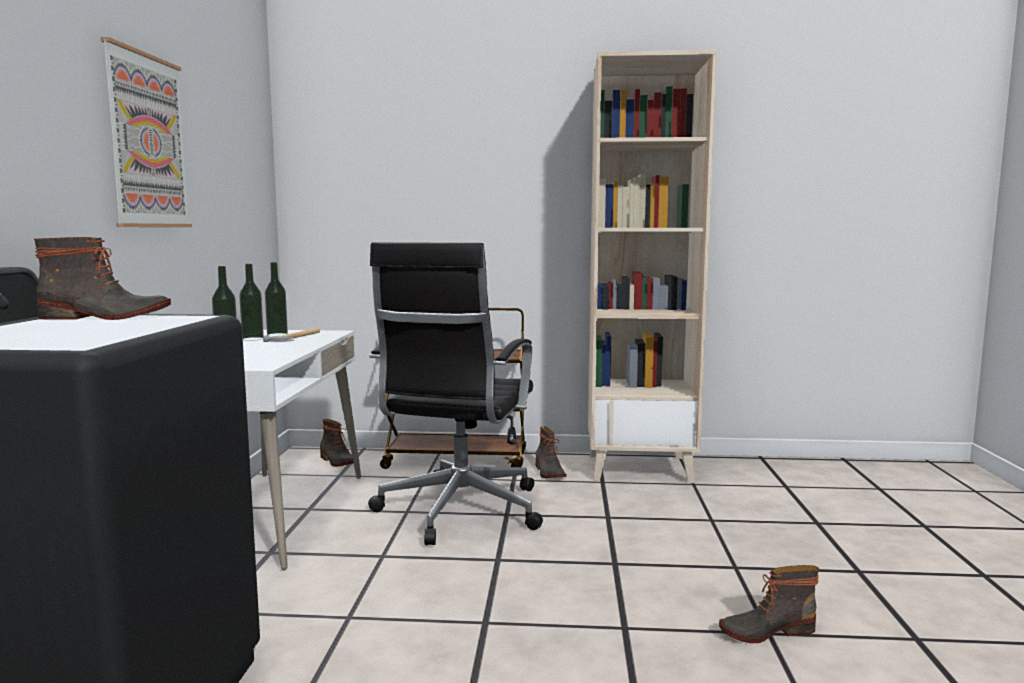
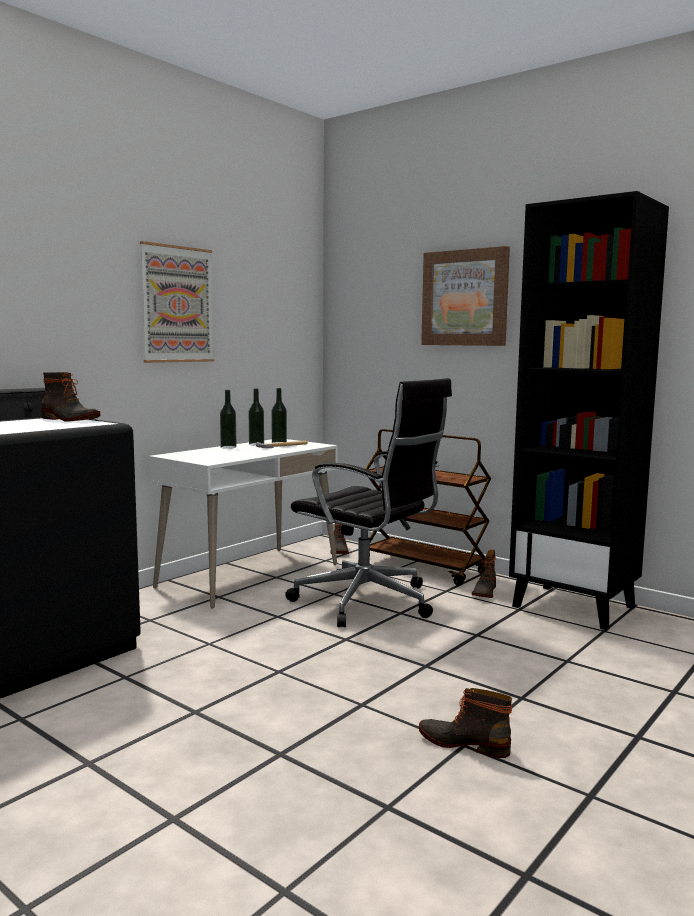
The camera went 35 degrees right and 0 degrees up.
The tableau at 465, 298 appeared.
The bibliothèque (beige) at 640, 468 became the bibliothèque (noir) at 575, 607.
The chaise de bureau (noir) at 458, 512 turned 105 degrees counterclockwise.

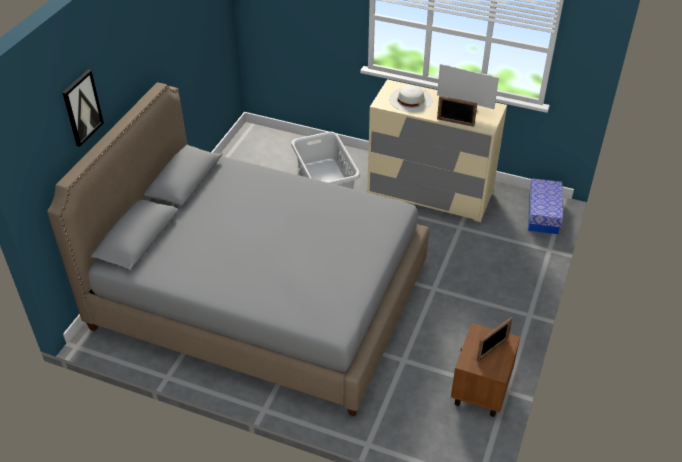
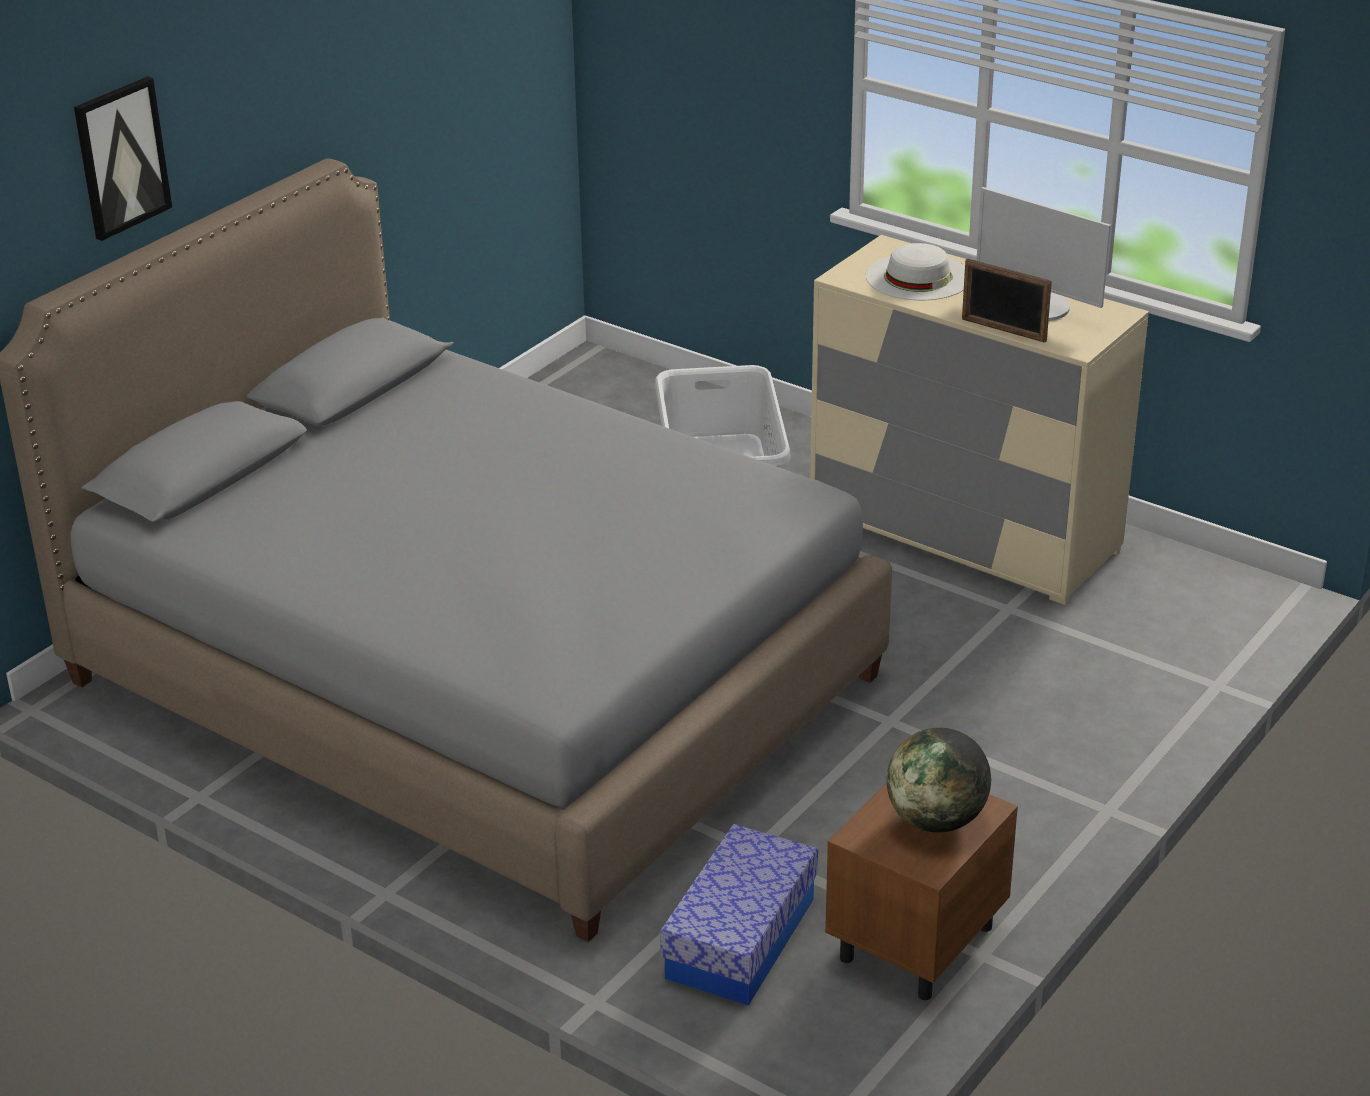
The camera went 15 degrees right and 10 degrees down.
The boîte de rangement moved from 543, 214 to 740, 938.
The cadre photo at 492, 349 was replaced by the globe at 936, 820.

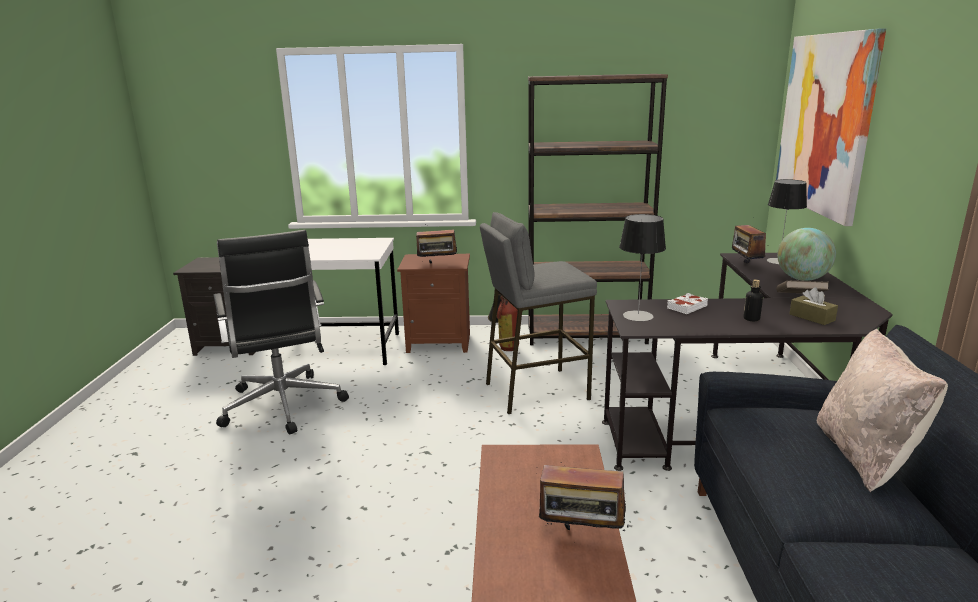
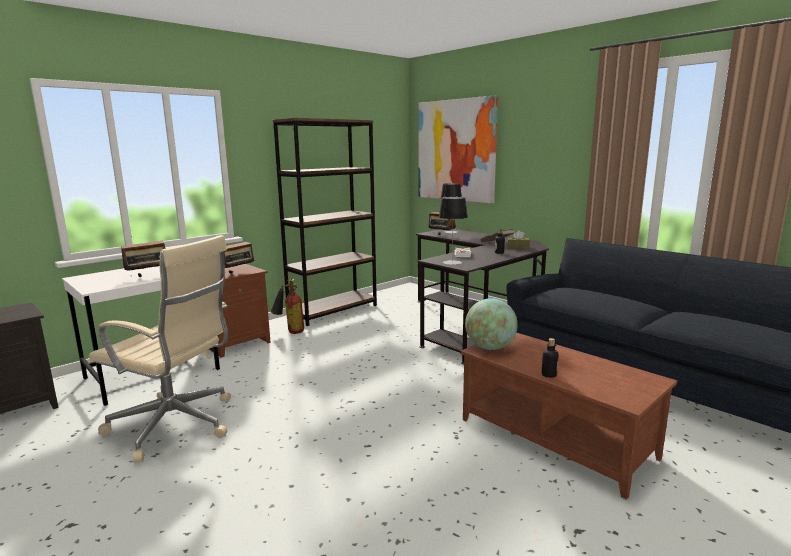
The camera went 45 degrees left and 5 degrees down.
The tabouret (gris) at 536, 391 disappeared.
The coussin (beige) at 865, 456 disappeared.
The bouteille at 549, 375 appeared.
The radio moved from 581, 535 to 148, 277.
The globe moved from 802, 279 to 490, 348.
The chaise de bureau (noir) at 283, 407 became the chaise de bureau (beige) at 176, 426.

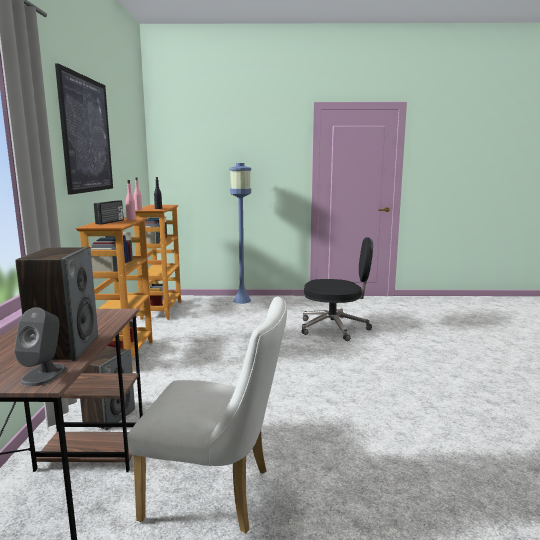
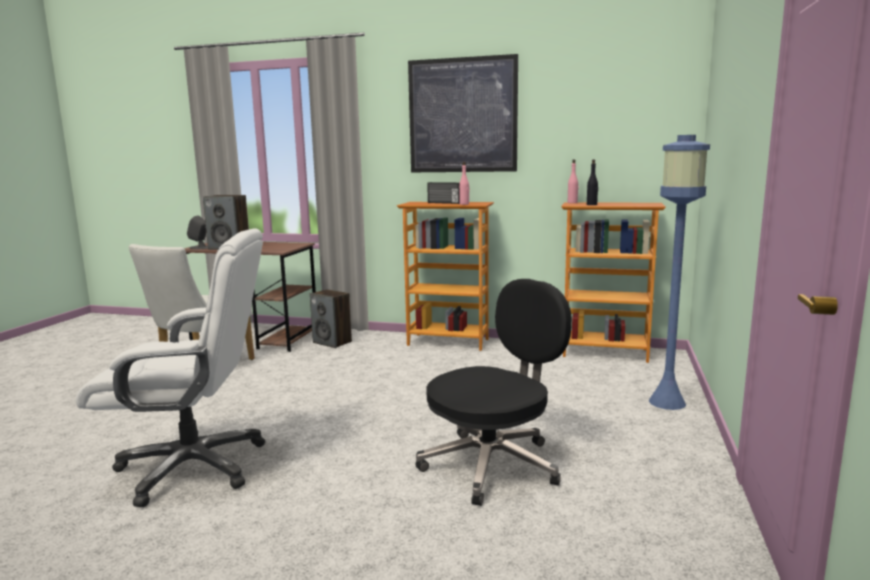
The camera went 105 degrees right and 0 degrees up.
The chaise de bureau (blanc) at 194, 466 appeared.
The chaise de bureau (noir) at 335, 328 turned 150 degrees counterclockwise.

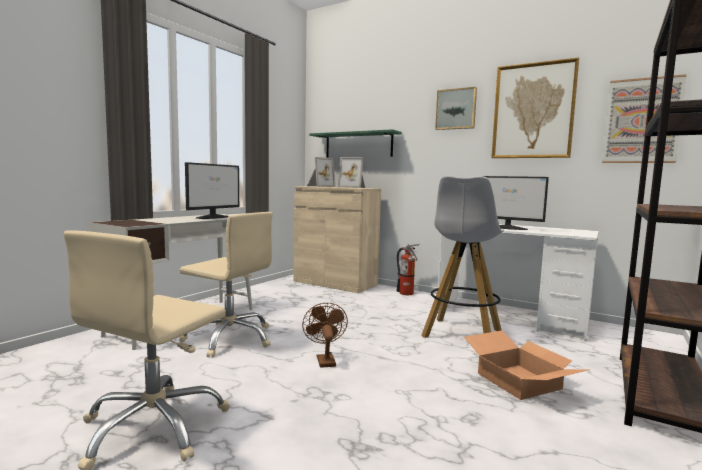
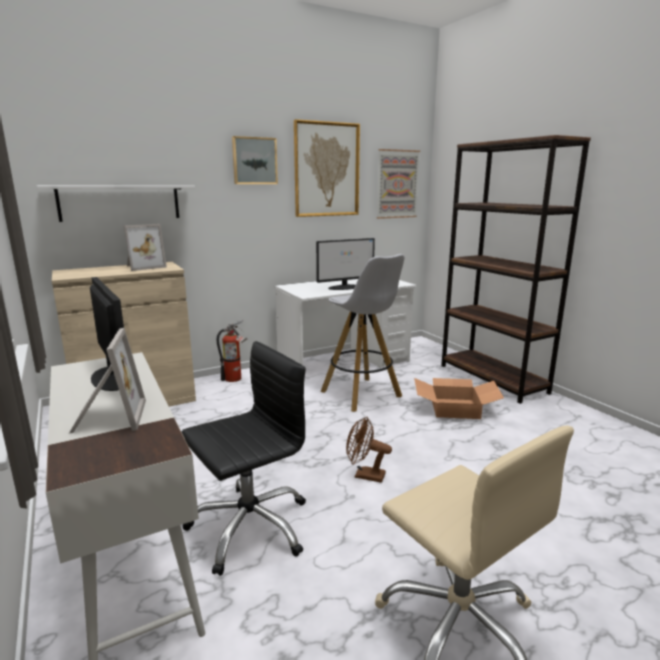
The camera went 60 degrees left and 10 degrees up.
The cadre photo moved from 319, 186 to 107, 417.
The chaise de bureau (beige) at 230, 338 became the chaise de bureau (noir) at 249, 526.
The étagère (vert) at 358, 145 became the étagère (blanc) at 120, 202.

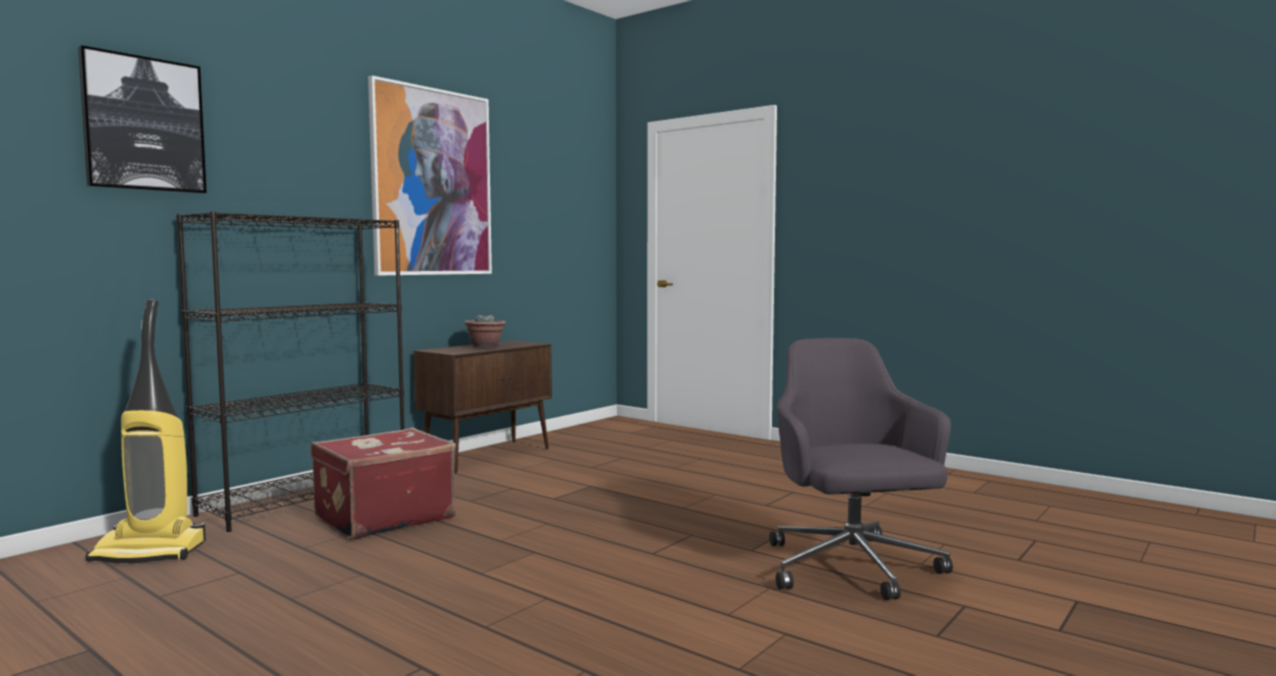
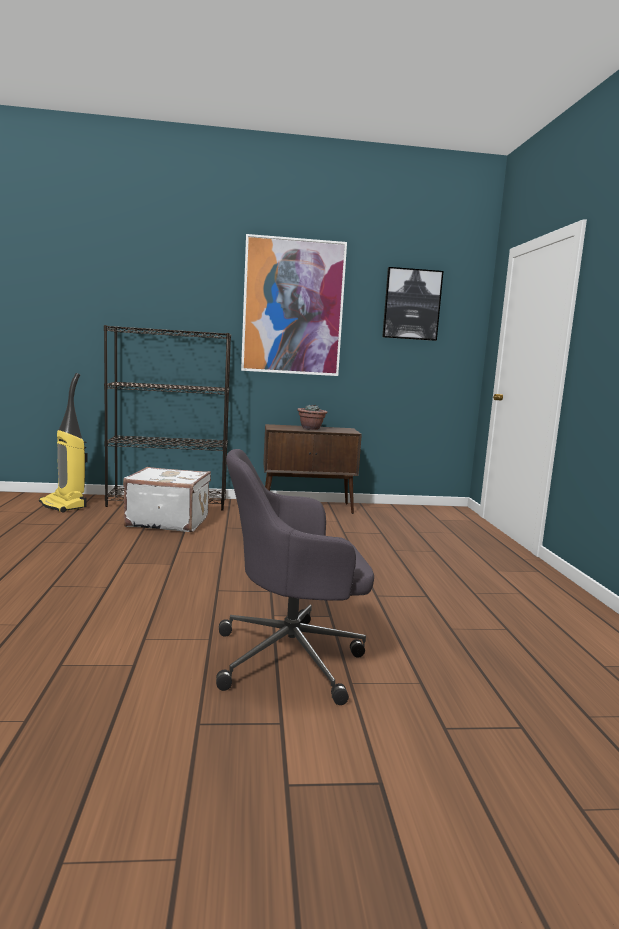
The camera went 45 degrees right and 5 degrees up.
The tableau moved from 144, 124 to 412, 304.
The valise (rouge) at 383, 518 became the valise (blanc) at 168, 521.
The chaise de bureau (gris) at 852, 568 turned 135 degrees counterclockwise.

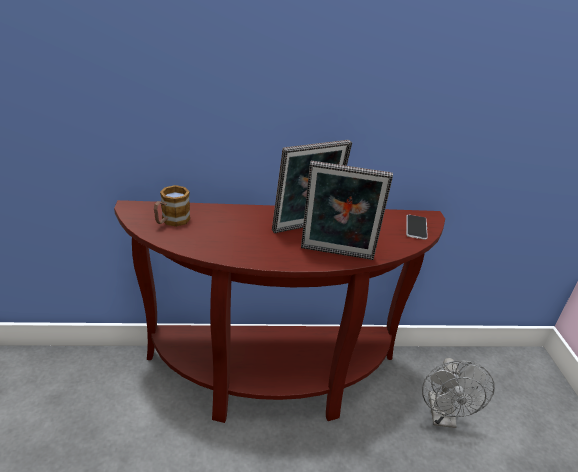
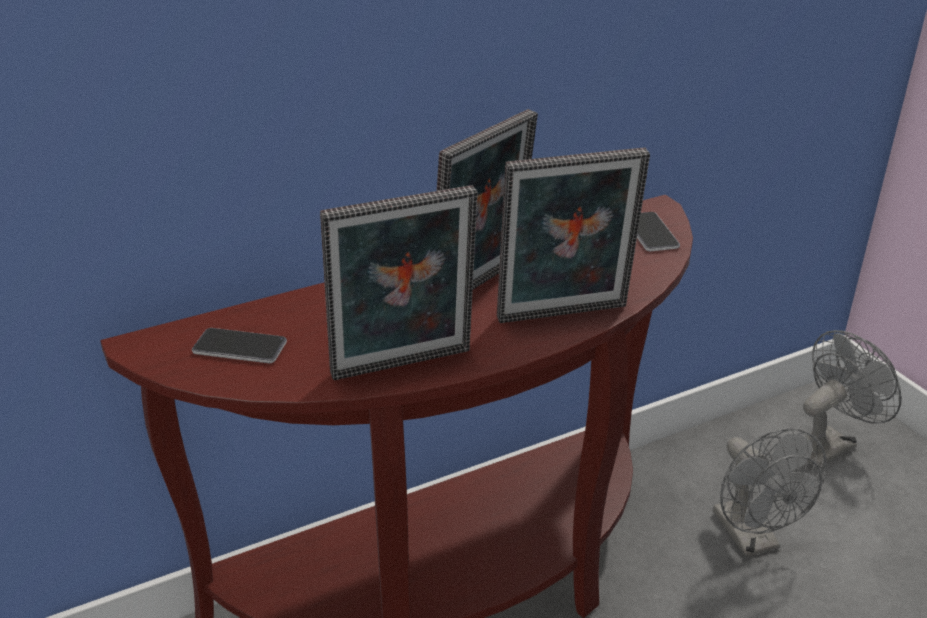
The camera went 20 degrees left and 0 degrees up.
The cadre photo at 403, 367 appeared.
The ventilateur (gris) at 828, 445 appeared.
The mug at 171, 221 was replaced by the téléphone at 240, 347.

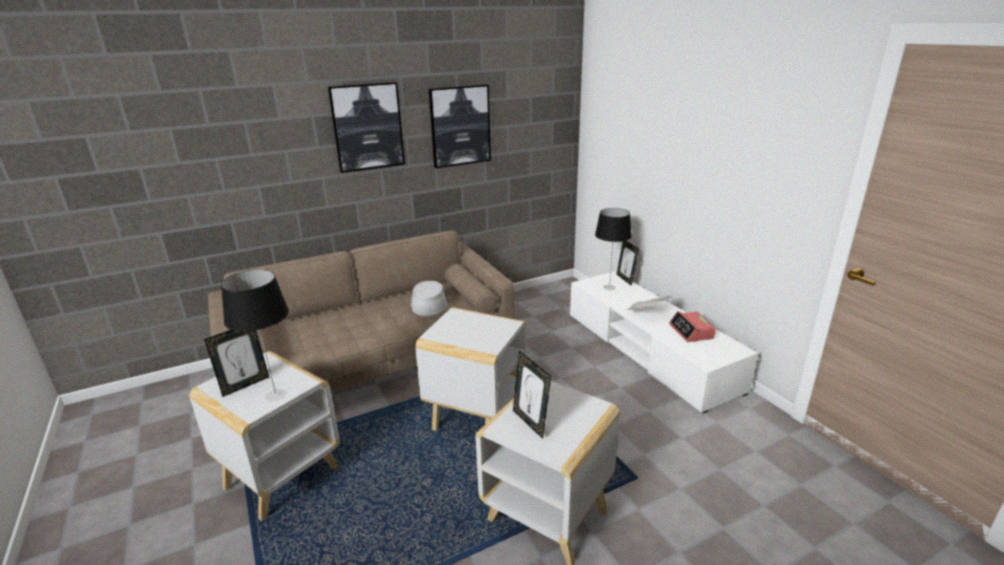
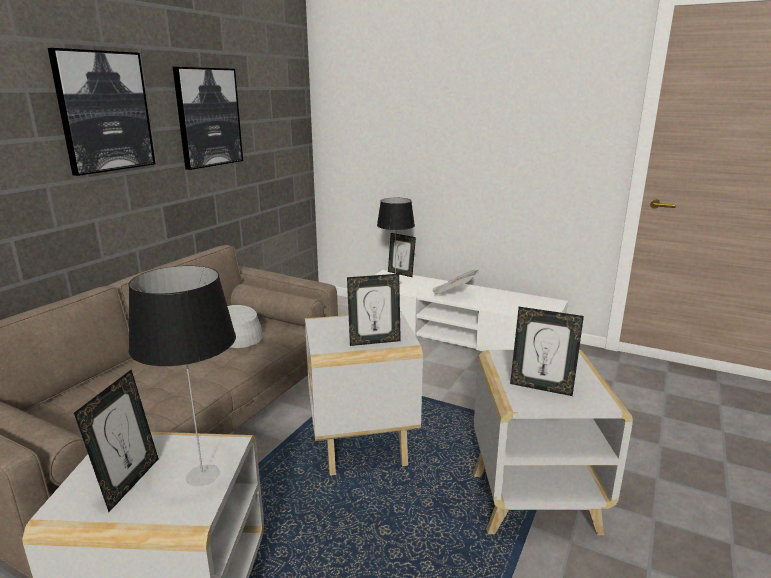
The camera went 35 degrees left and 5 degrees down.
The réveil at 691, 332 disappeared.
The cadre photo at 374, 341 appeared.

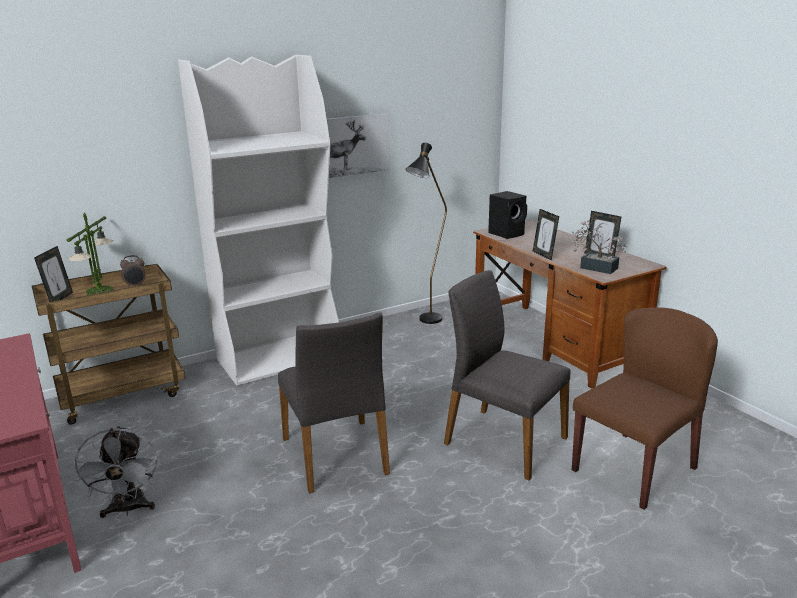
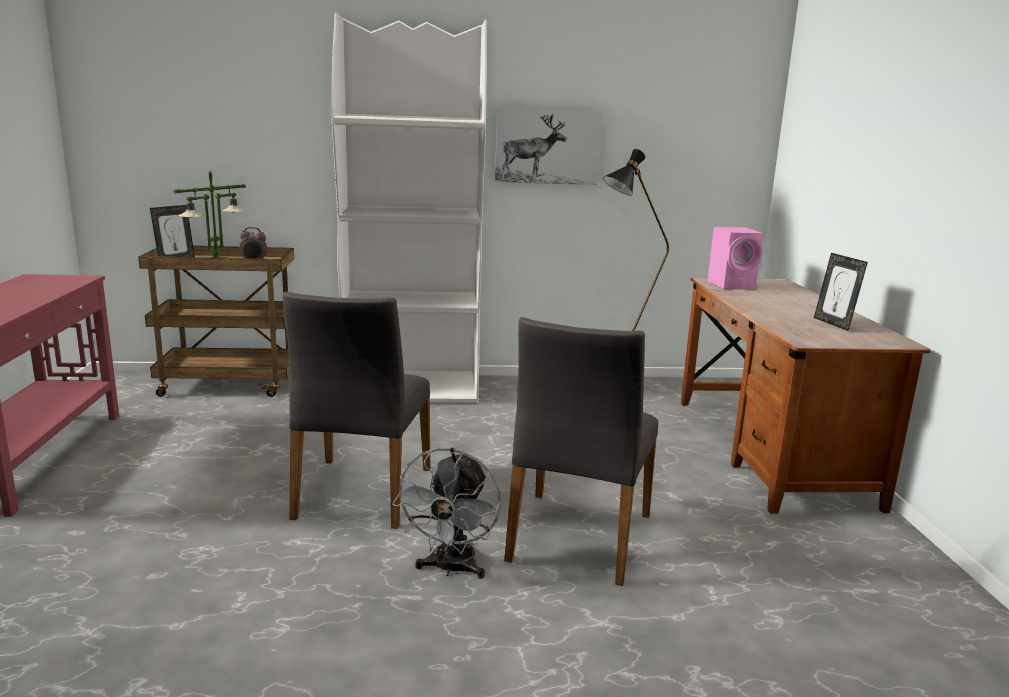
The camera went 25 degrees right and 5 degrees down.
The cadre photo at 544, 255 disappeared.
The plante en pot at 595, 267 disappeared.
The chaise (marron) at 634, 468 disappeared.
The ventilateur (gris) moved from 128, 509 to 450, 569.
The enceinte (noir) at 507, 233 became the enceinte (rose) at 732, 285.
The chaise (gris) at 503, 440 turned 135 degrees counterclockwise.

